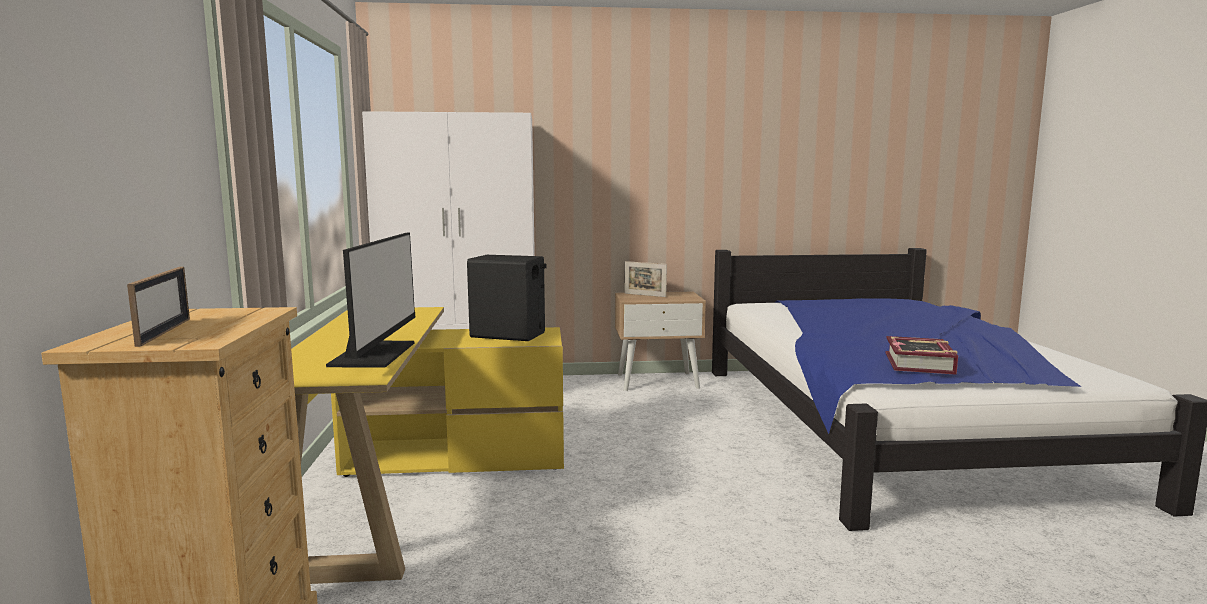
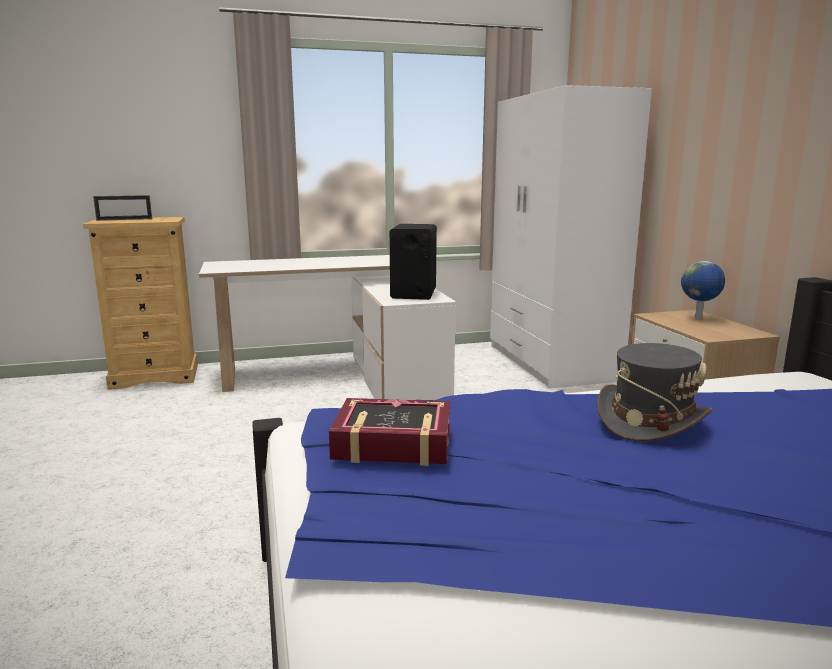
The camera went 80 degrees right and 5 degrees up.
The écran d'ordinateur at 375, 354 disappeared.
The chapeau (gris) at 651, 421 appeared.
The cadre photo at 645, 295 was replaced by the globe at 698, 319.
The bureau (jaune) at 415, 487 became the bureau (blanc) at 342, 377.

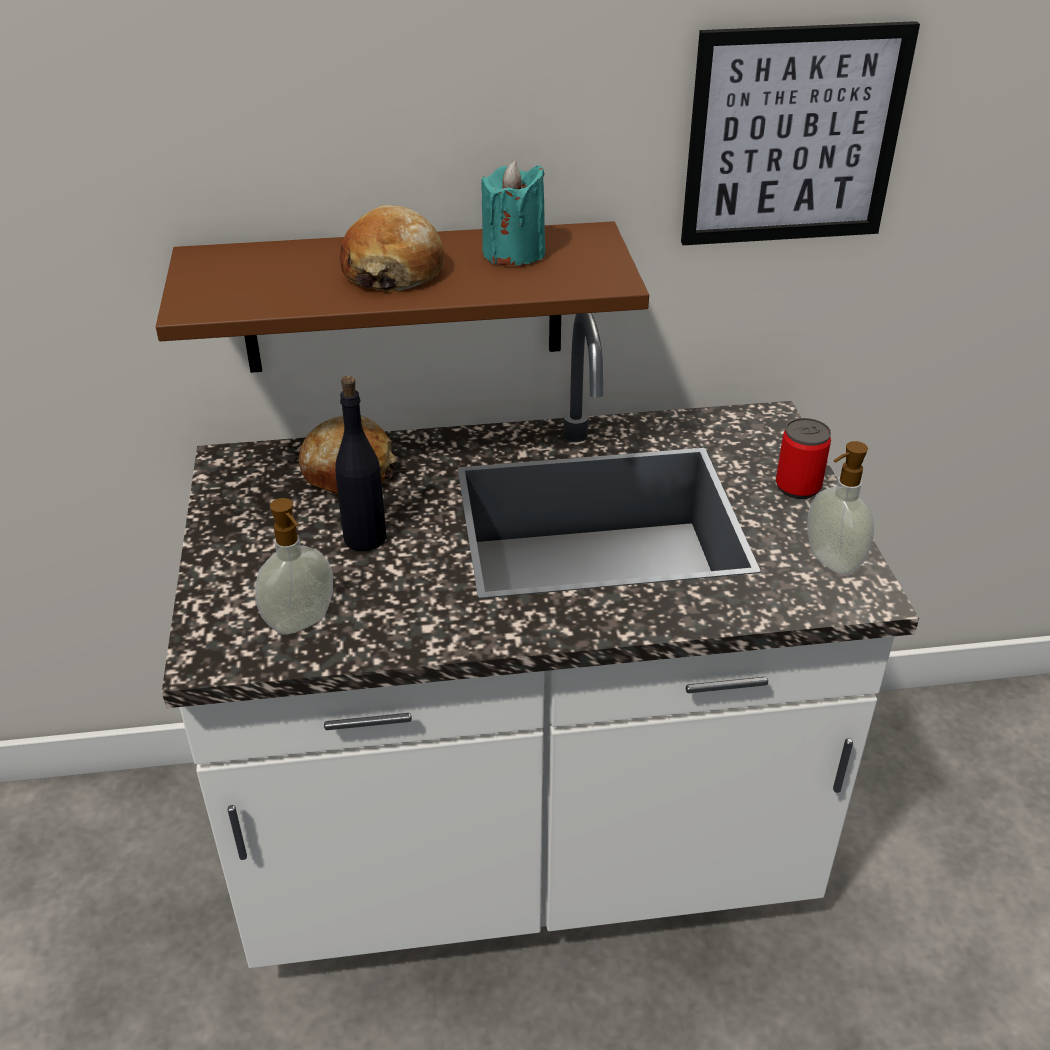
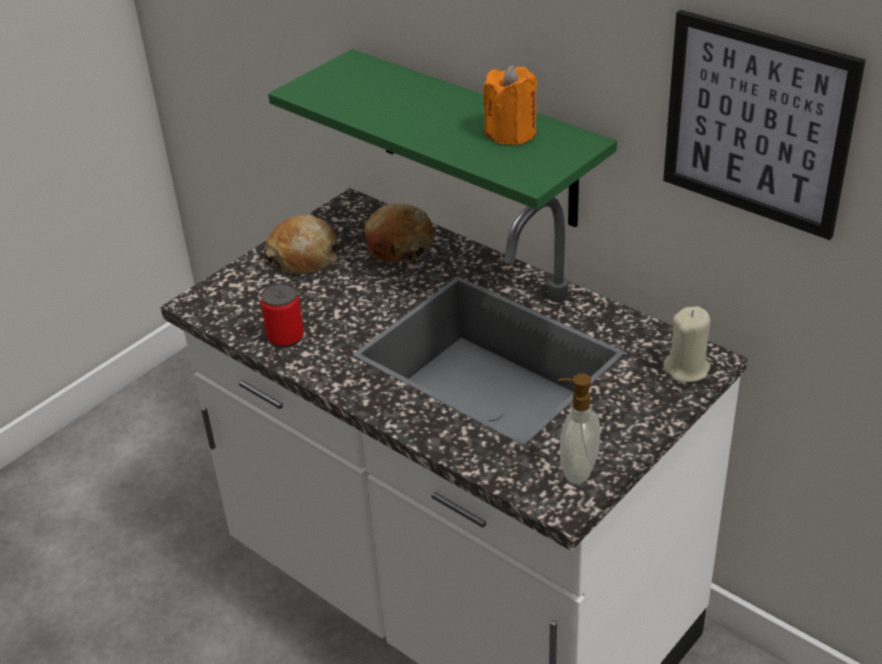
The camera went 50 degrees right and 0 degrees up.
The distributeur de savon at 301, 623 disappeared.
The bouteille (noir) at 365, 537 disappeared.
The bougie (beige) at 687, 369 appeared.
The pain moved from 393, 270 to 304, 257.
The boîte métallique moved from 798, 487 to 285, 337.
The étagère (marron) at 403, 298 became the étagère (vert) at 476, 139.
The bougie (turquoise) at 513, 253 became the bougie (orange) at 511, 133.

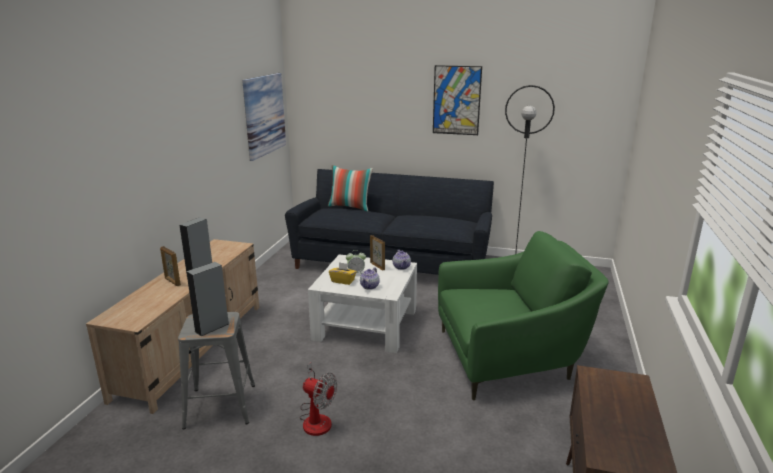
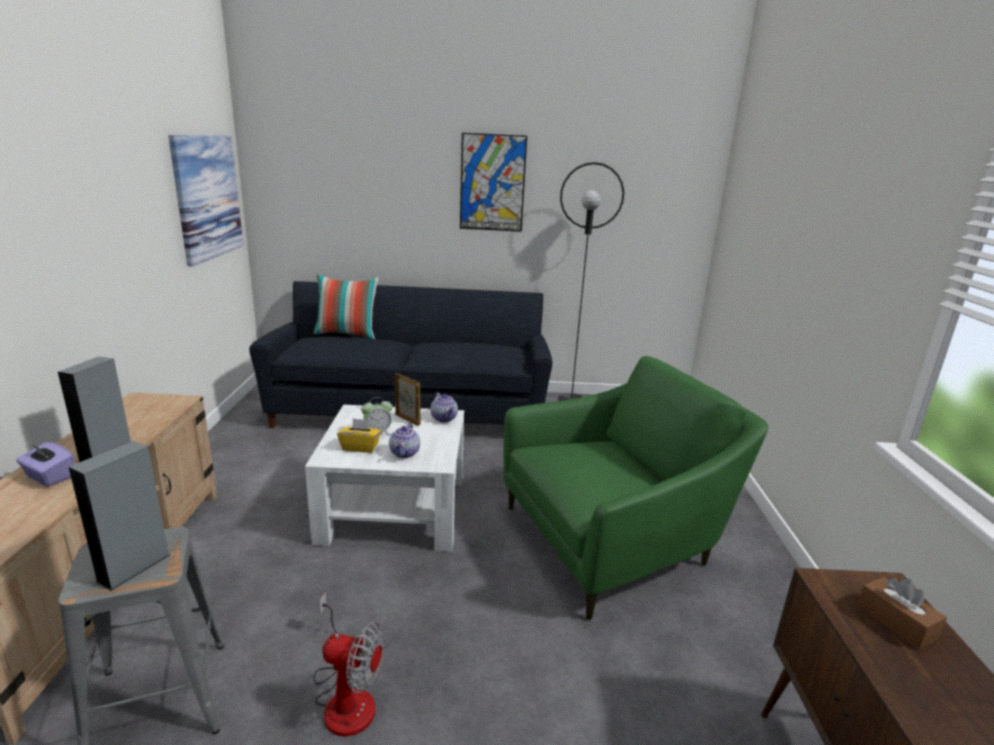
The camera went 15 degrees left and 0 degrees up.
The boîte à mouchoirs (marron) at 896, 622 appeared.
The cadre photo at 172, 282 was replaced by the boîte à mouchoirs (violet) at 49, 477.

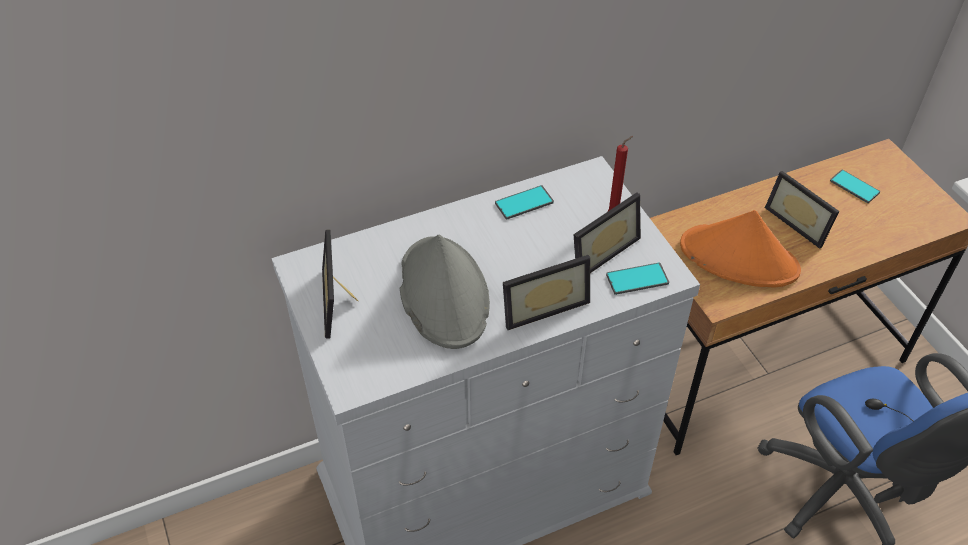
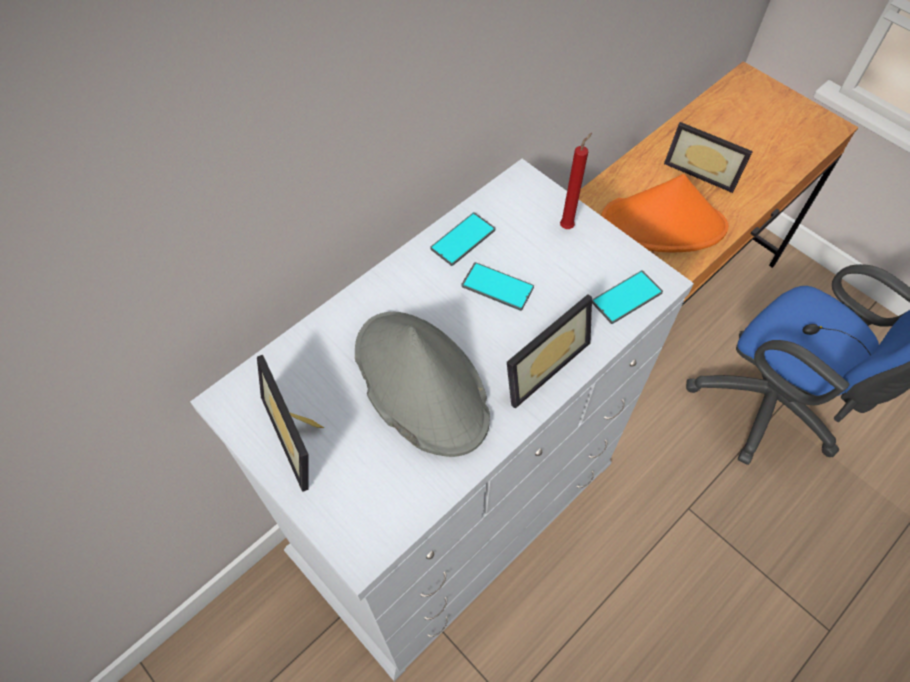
The camera went 20 degrees left and 10 degrees up.
The cadre photo at 599, 250 disappeared.
The téléphone moved from 854, 187 to 497, 287.

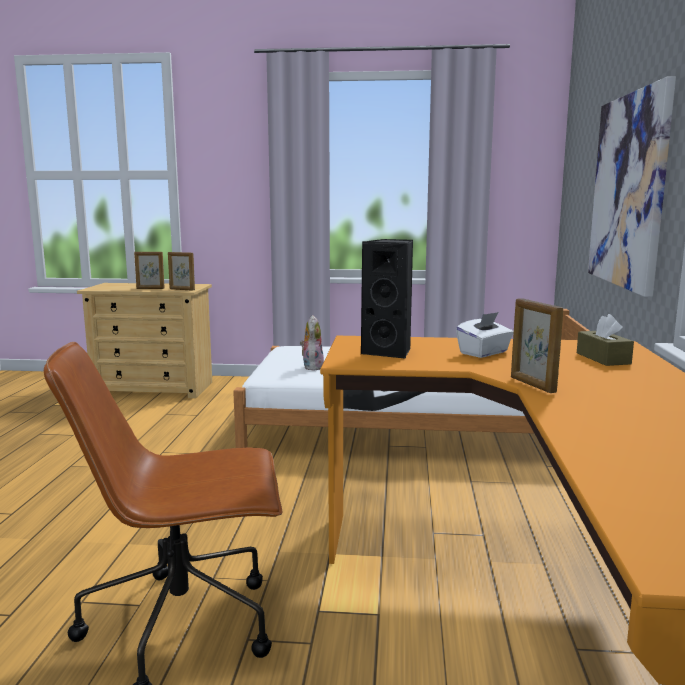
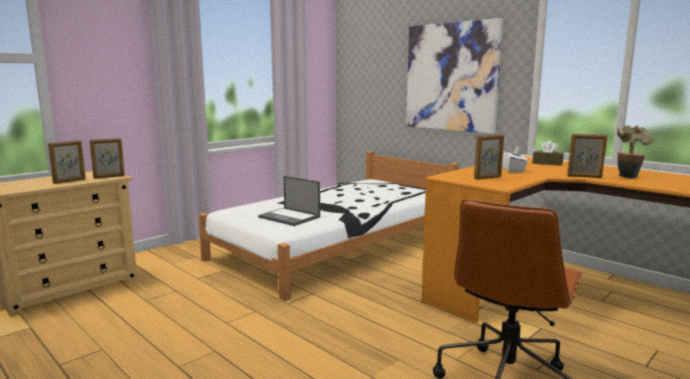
The camera went 50 degrees left and 0 degrees up.
The plante en pot at 628, 176 appeared.
The peluche at 312, 367 was replaced by the ordinateur portable at 290, 217.
The enceinte (noir) at 389, 352 was replaced by the cadre photo at 488, 178.

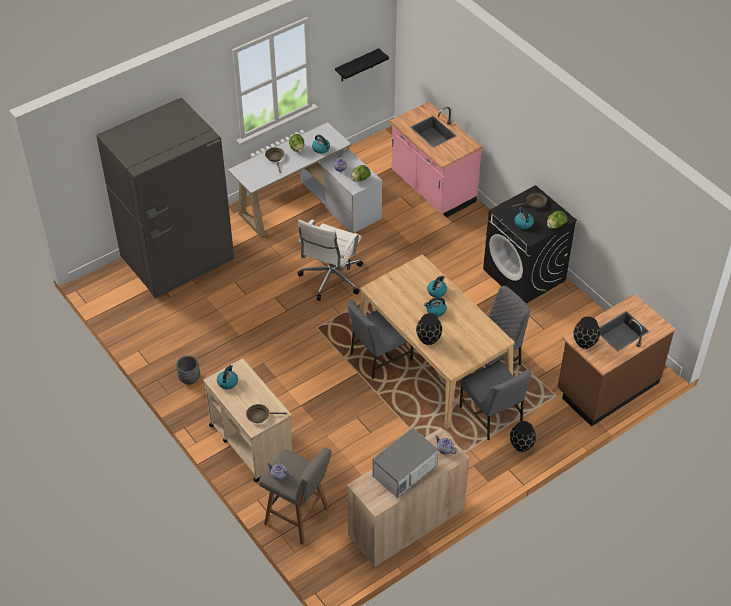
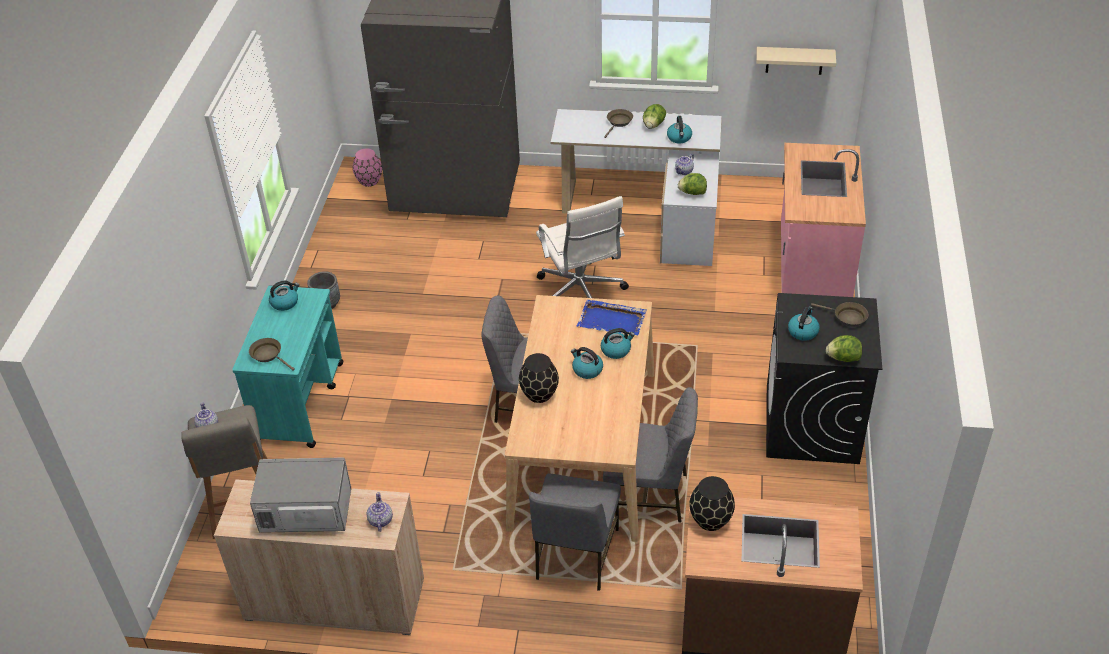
The camera went 45 degrees right and 5 degrees down.
The vase (noir) at 521, 445 disappeared.
The vase (rose) at 369, 181 appeared.
The plateau (bleu) at 612, 320 appeared.
The chariot (beige) at 251, 442 became the chariot (turquoise) at 300, 401.
The étagère (noir) at 357, 66 became the étagère (beige) at 794, 60.
The chaise de bureau (blanc) at 330, 279 turned 90 degrees counterclockwise.

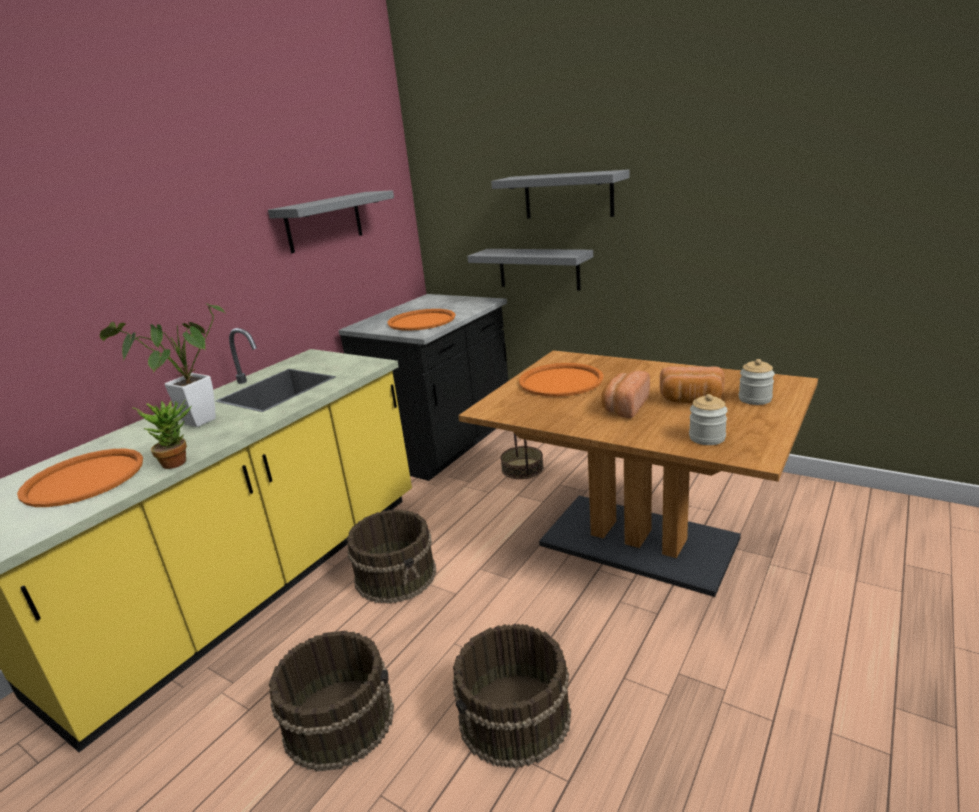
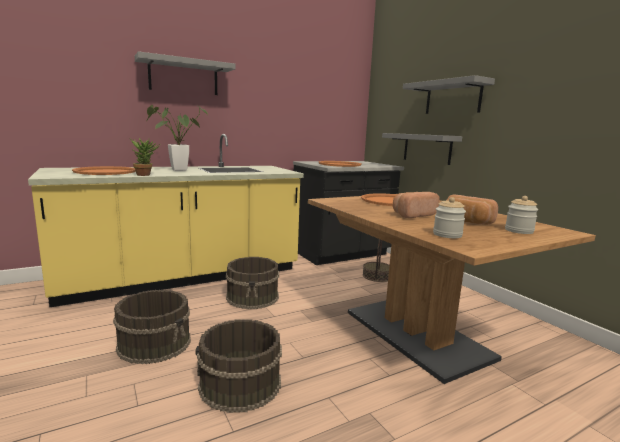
The camera went 25 degrees right and 10 degrees down.
The étagère (gris) moved from 324, 222 to 183, 77.

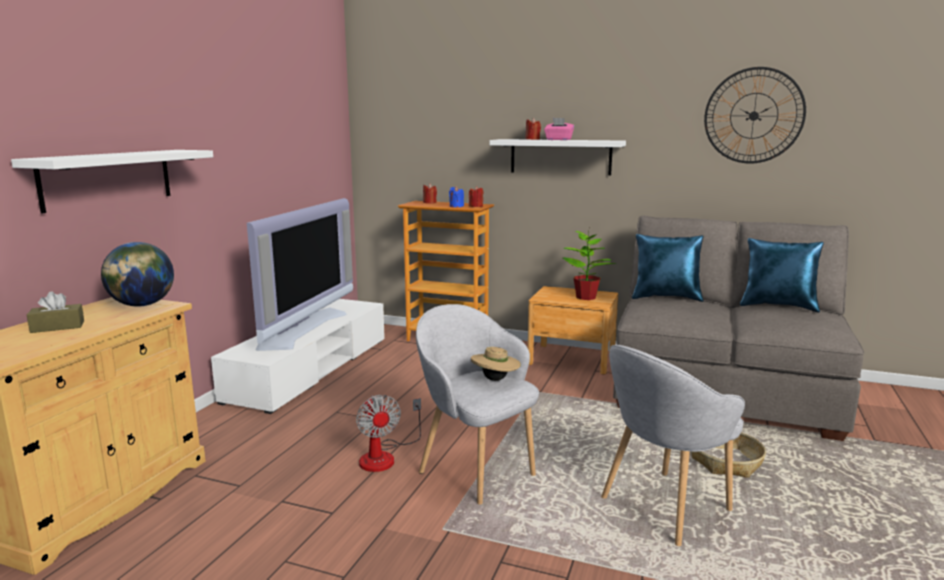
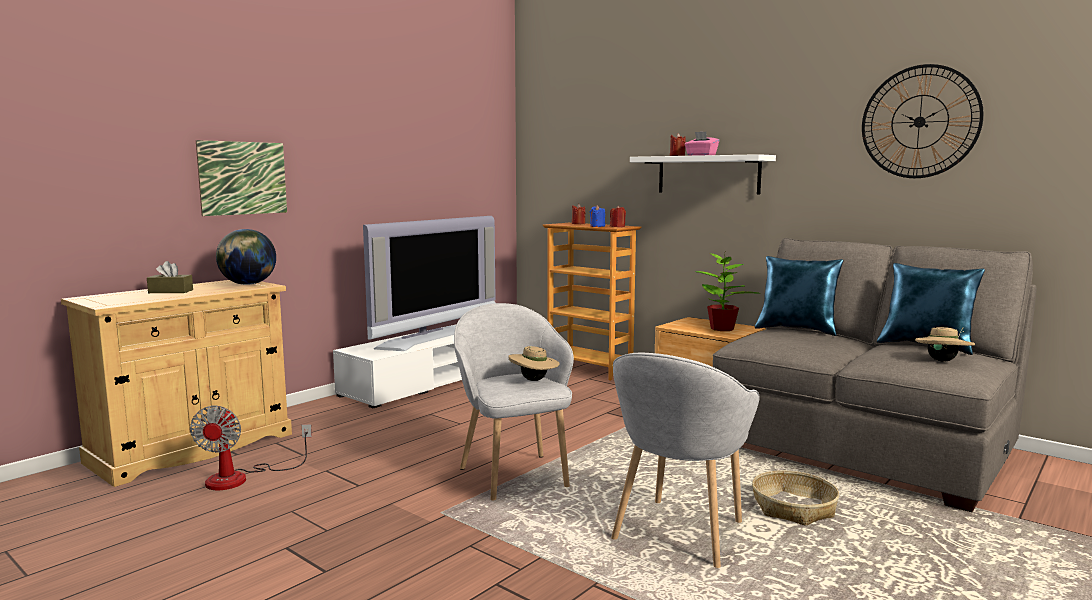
The camera went 20 degrees right and 5 degrees down.
The chapeau (beige) at 942, 361 appeared.
The ventilateur moved from 384, 456 to 241, 478.
The étagère (blanc) at 108, 178 was replaced by the tableau at 243, 178.
The fauteuil (gris) at 664, 507 turned 45 degrees counterclockwise.

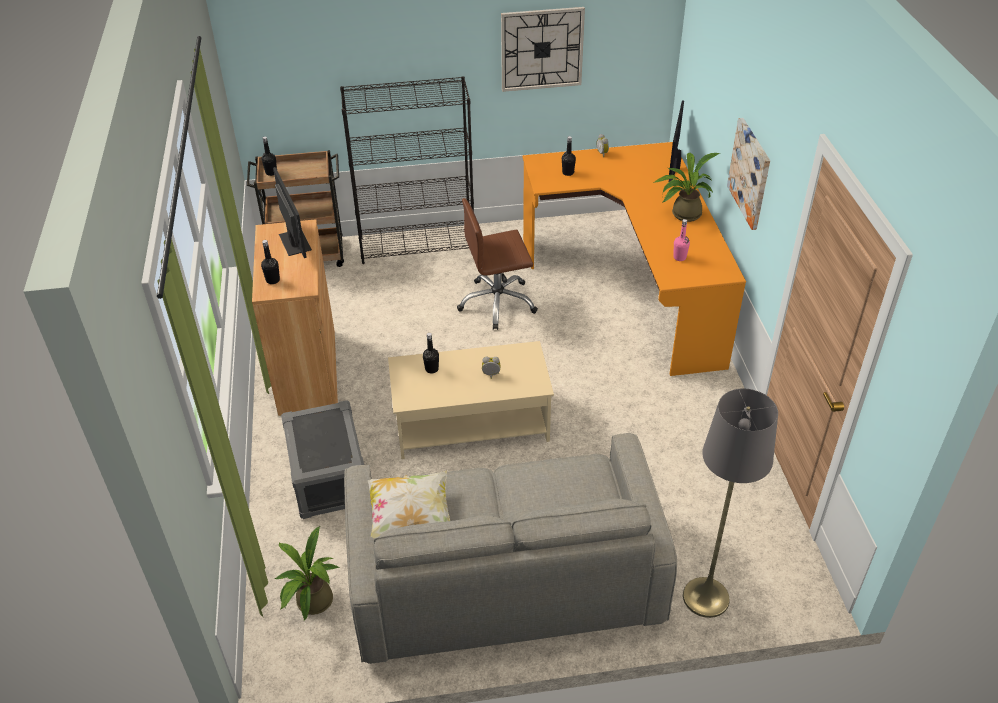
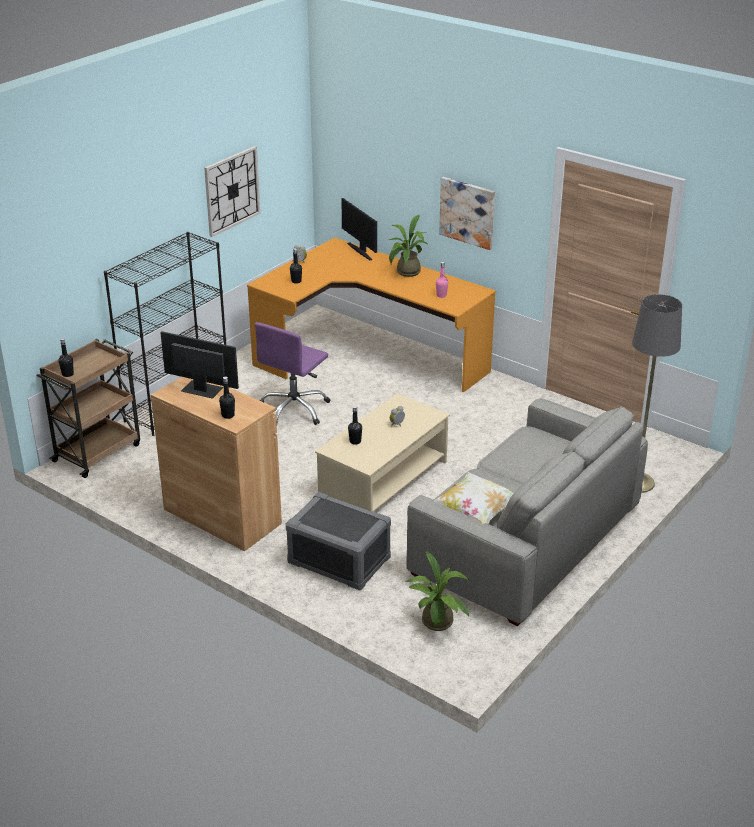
The camera went 45 degrees left and 10 degrees down.
The chaise de bureau (marron) at 497, 303 became the chaise de bureau (violet) at 294, 409.

